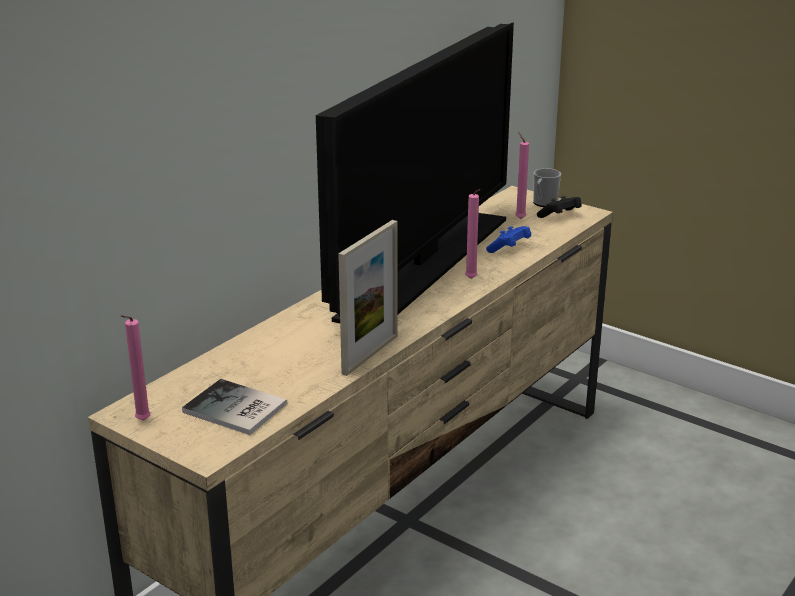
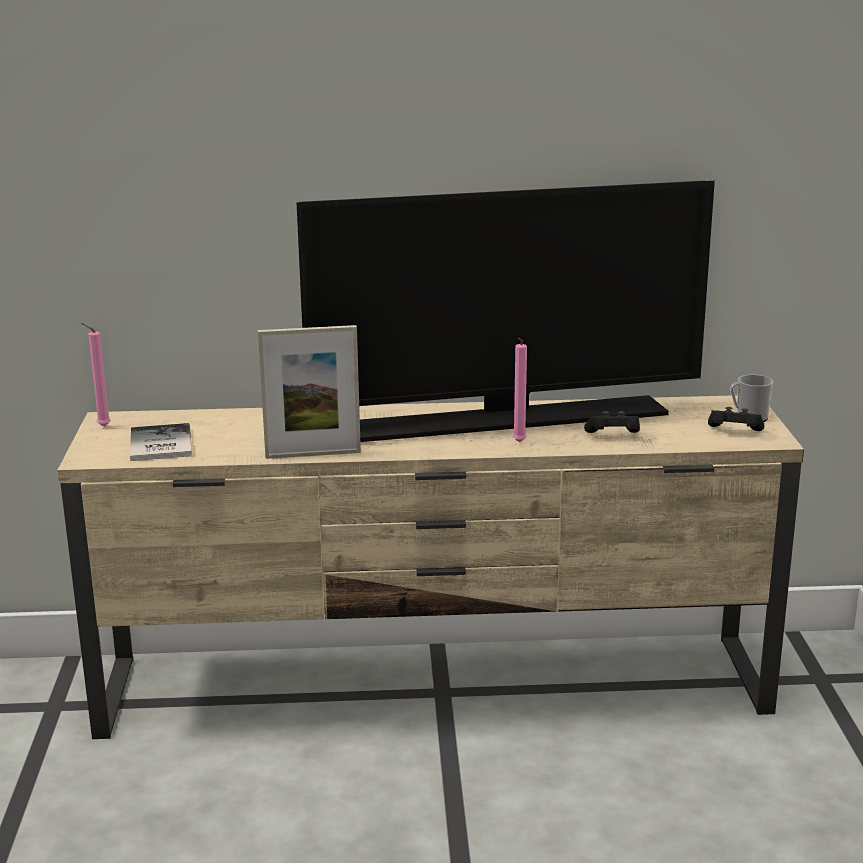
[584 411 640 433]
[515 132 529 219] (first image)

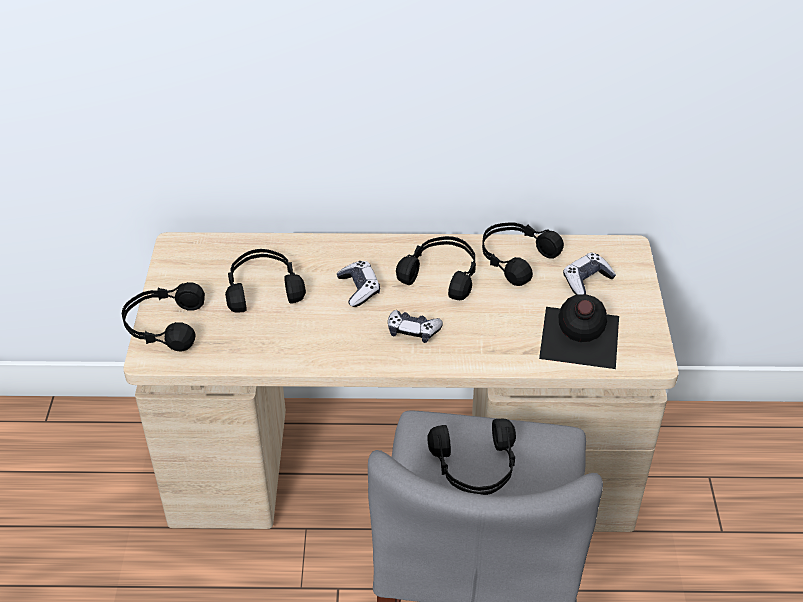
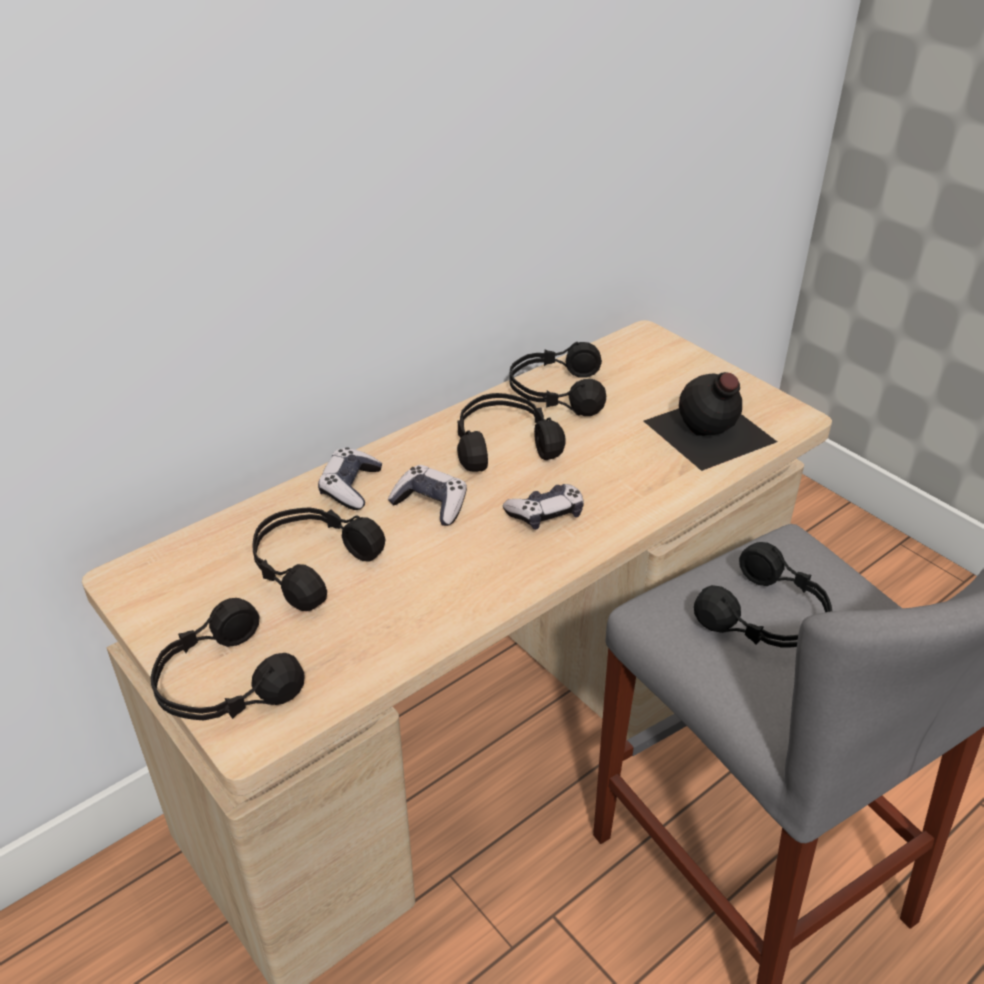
[318 447 382 510]

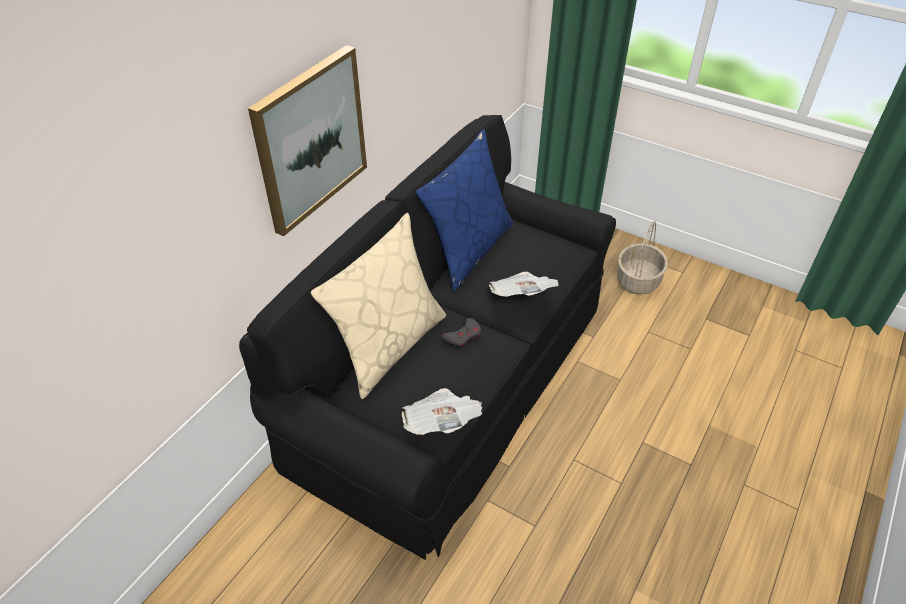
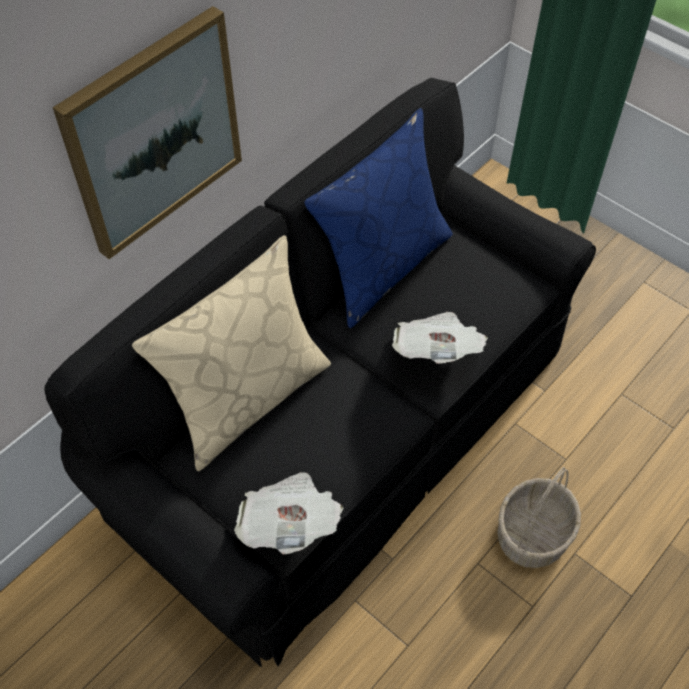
[497 467 581 568]
[440 318 481 349] (first image)

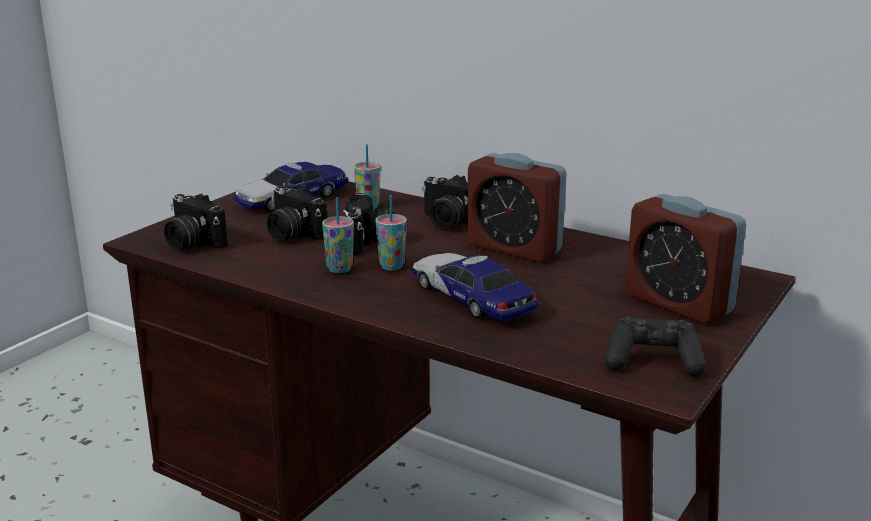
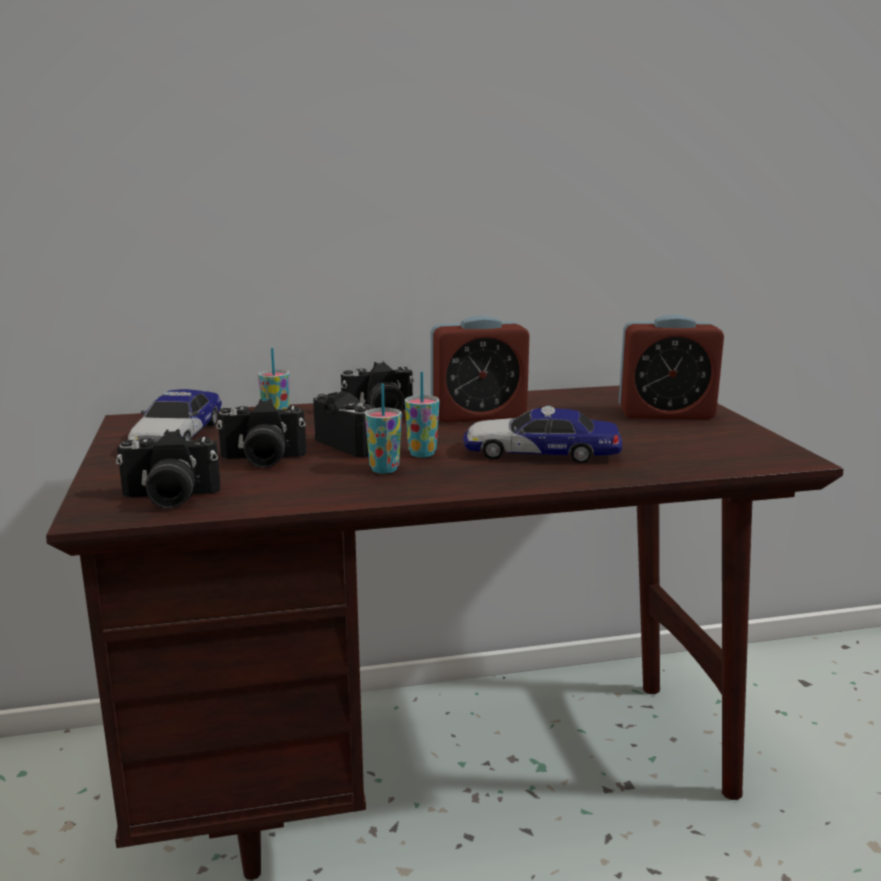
[604 316 706 377] (first image)

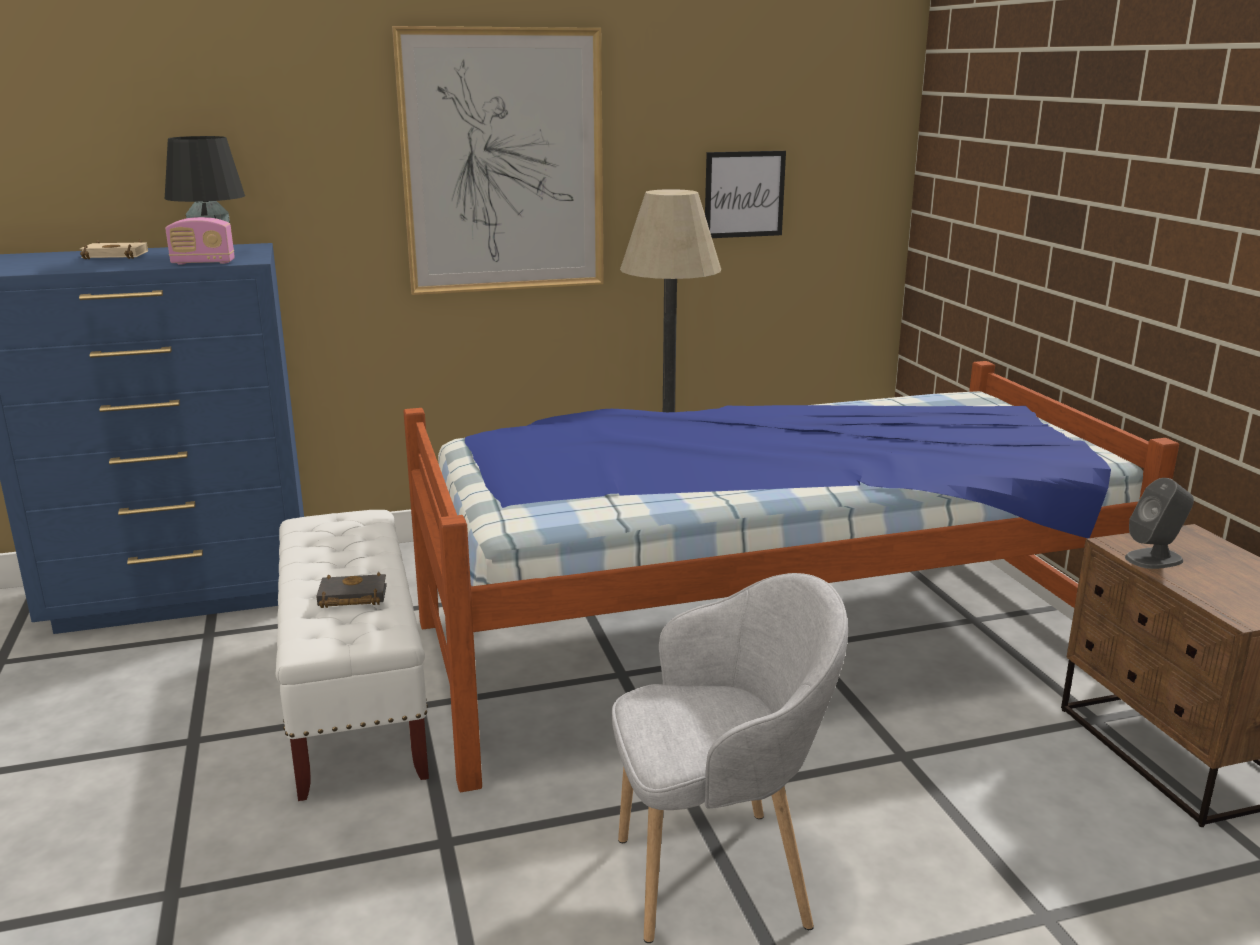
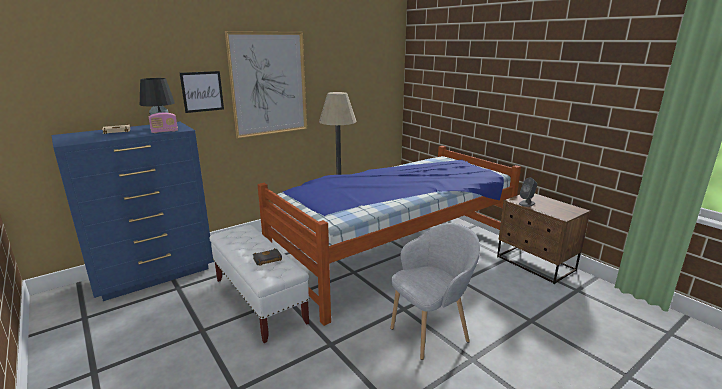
[180 71 224 113]

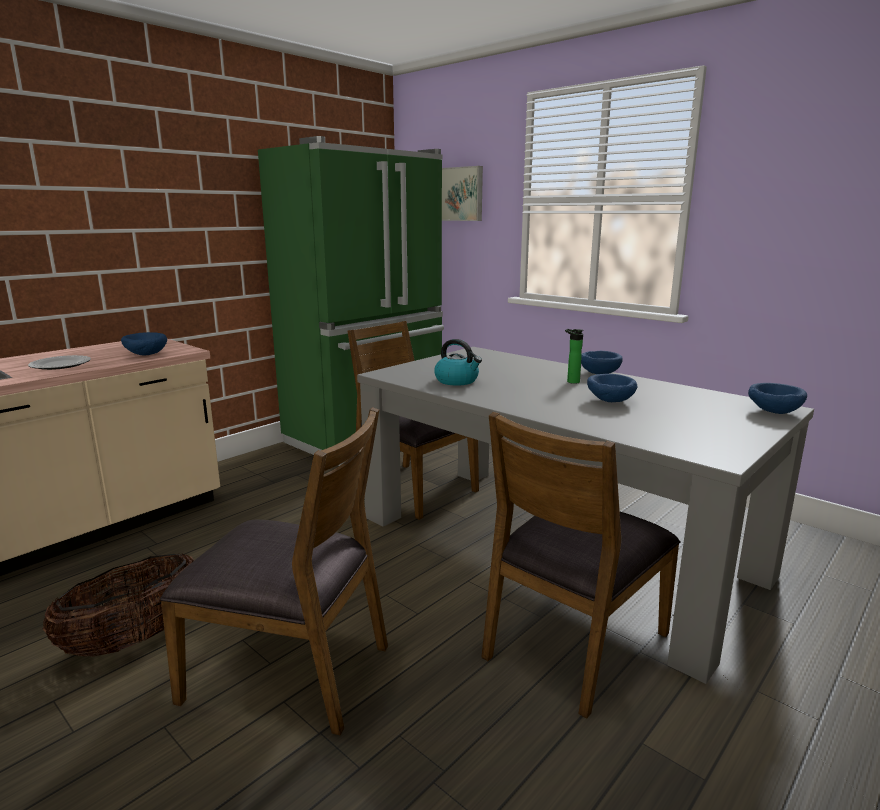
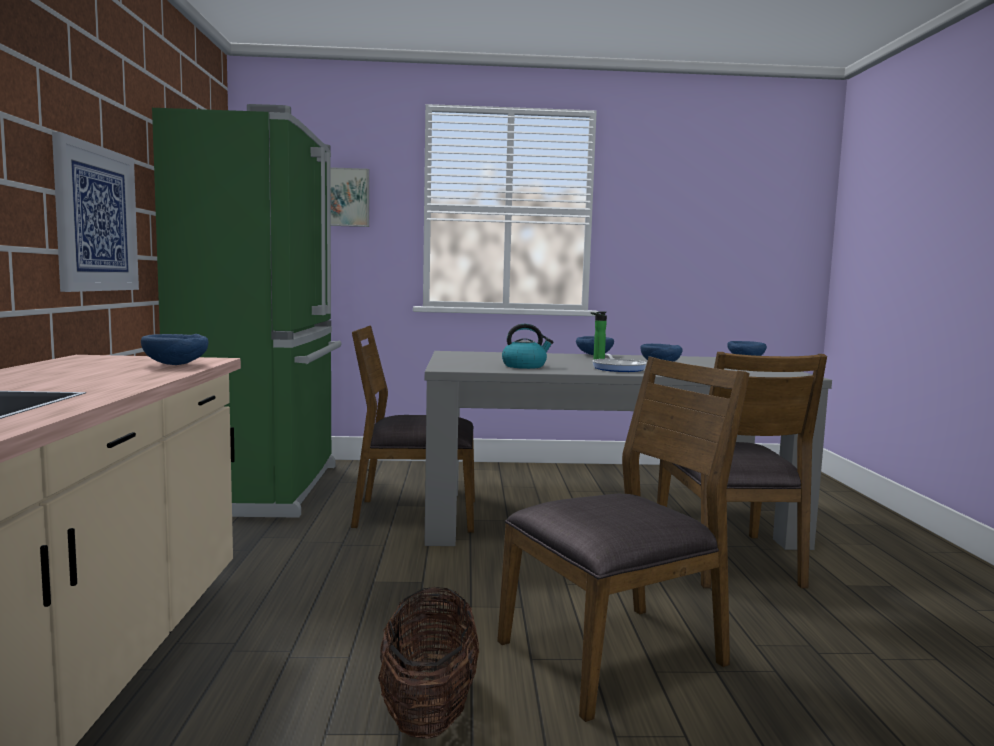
[52 132 139 292]
[592 354 647 372]
[28 355 91 370] (first image)

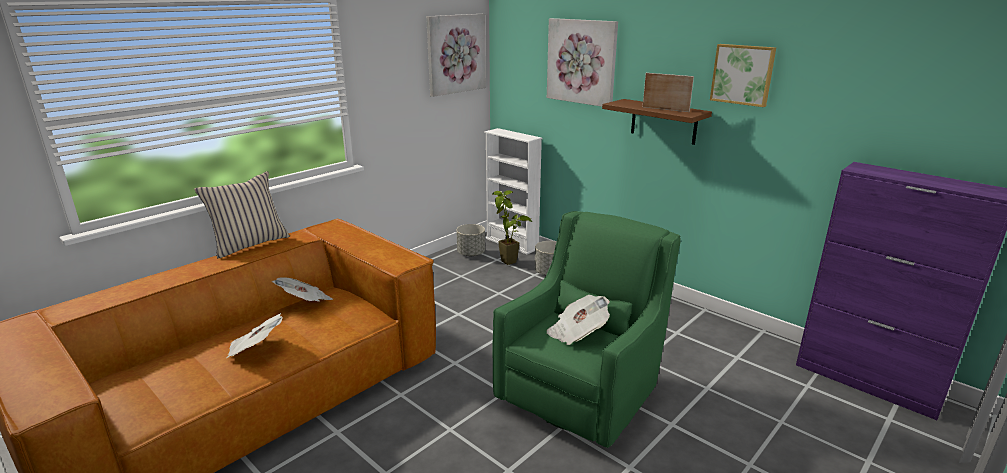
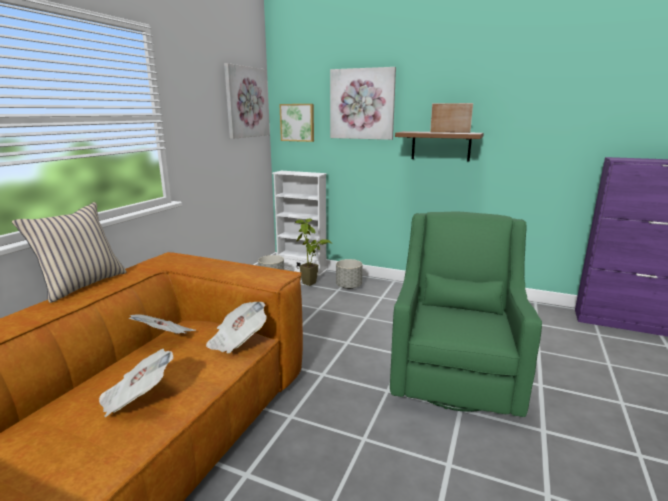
[206 302 267 354]
[279 104 314 142]

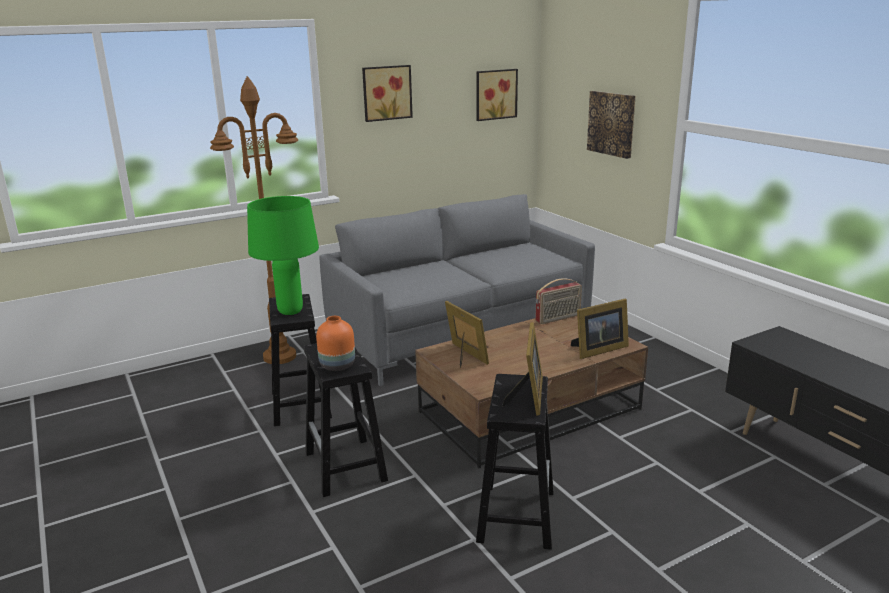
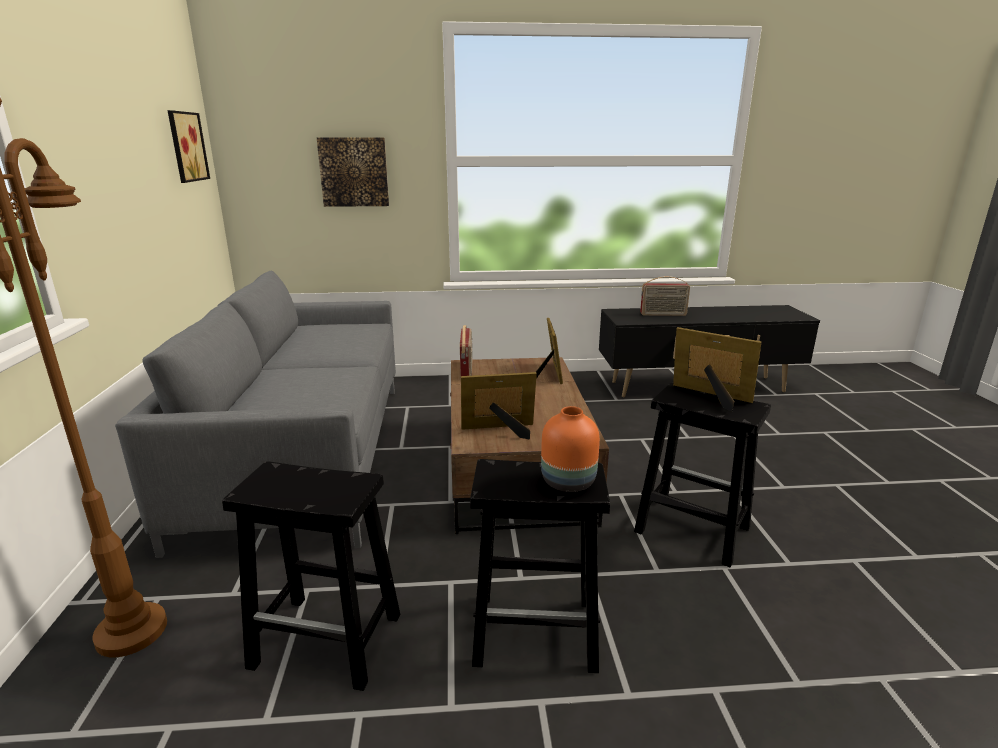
[640 276 690 316]
[247 196 319 315] (first image)
[362 65 413 122] (first image)

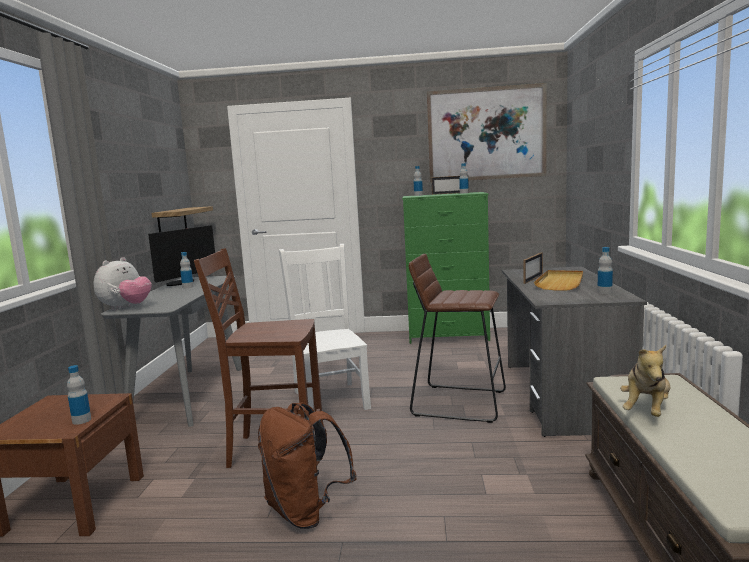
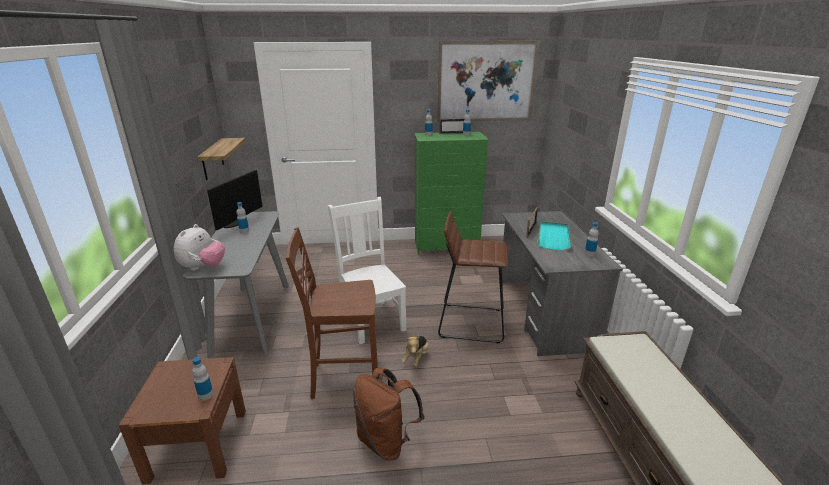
[402 336 429 367]
[537 221 572 250]

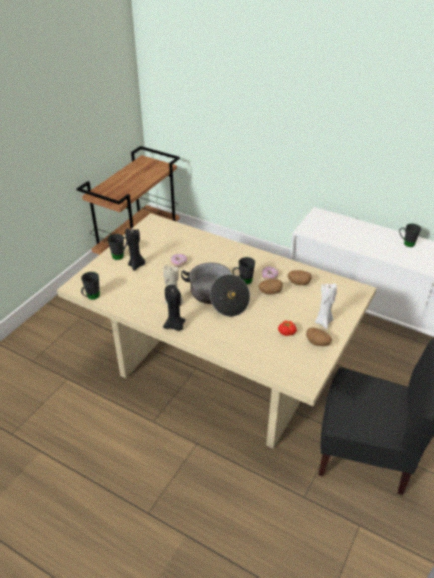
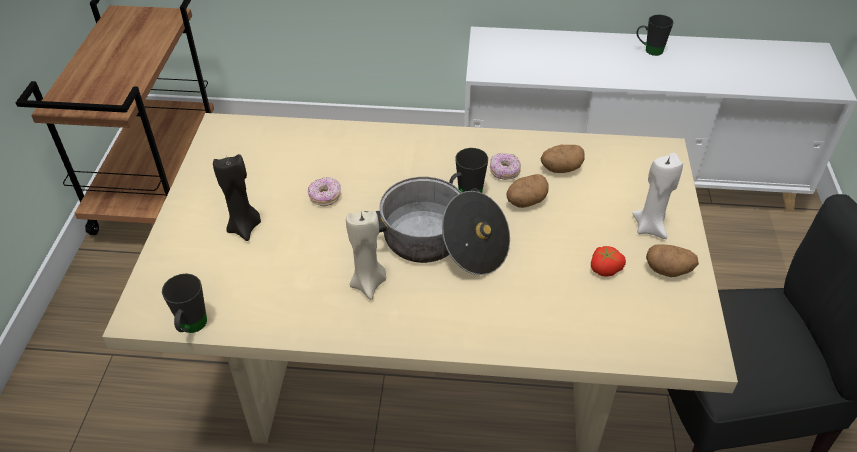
[108 234 127 260] (first image)
[163 285 185 331] (first image)

